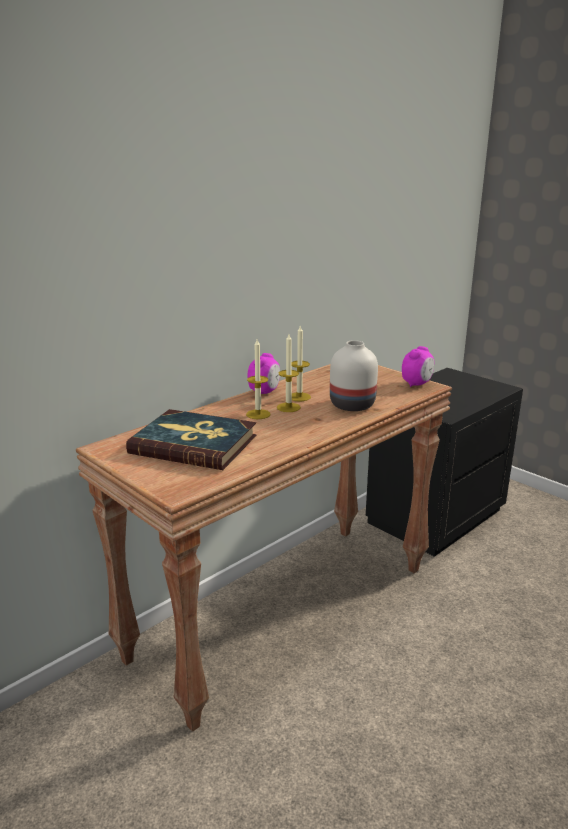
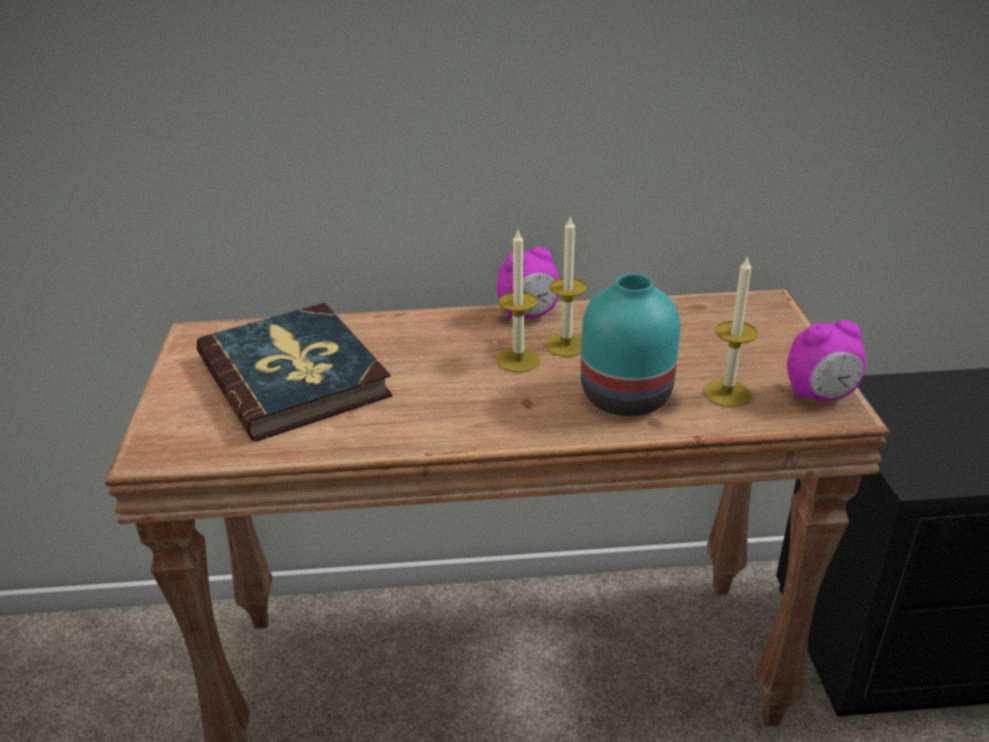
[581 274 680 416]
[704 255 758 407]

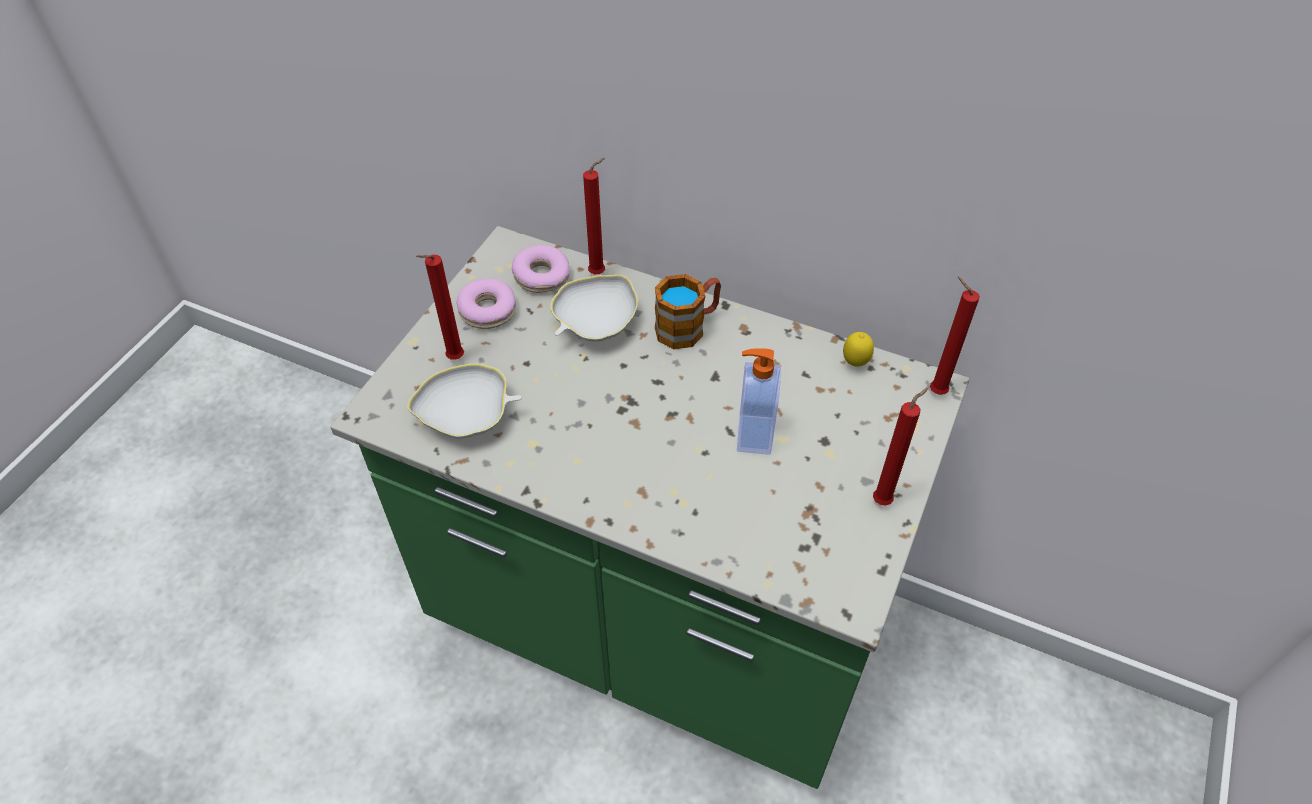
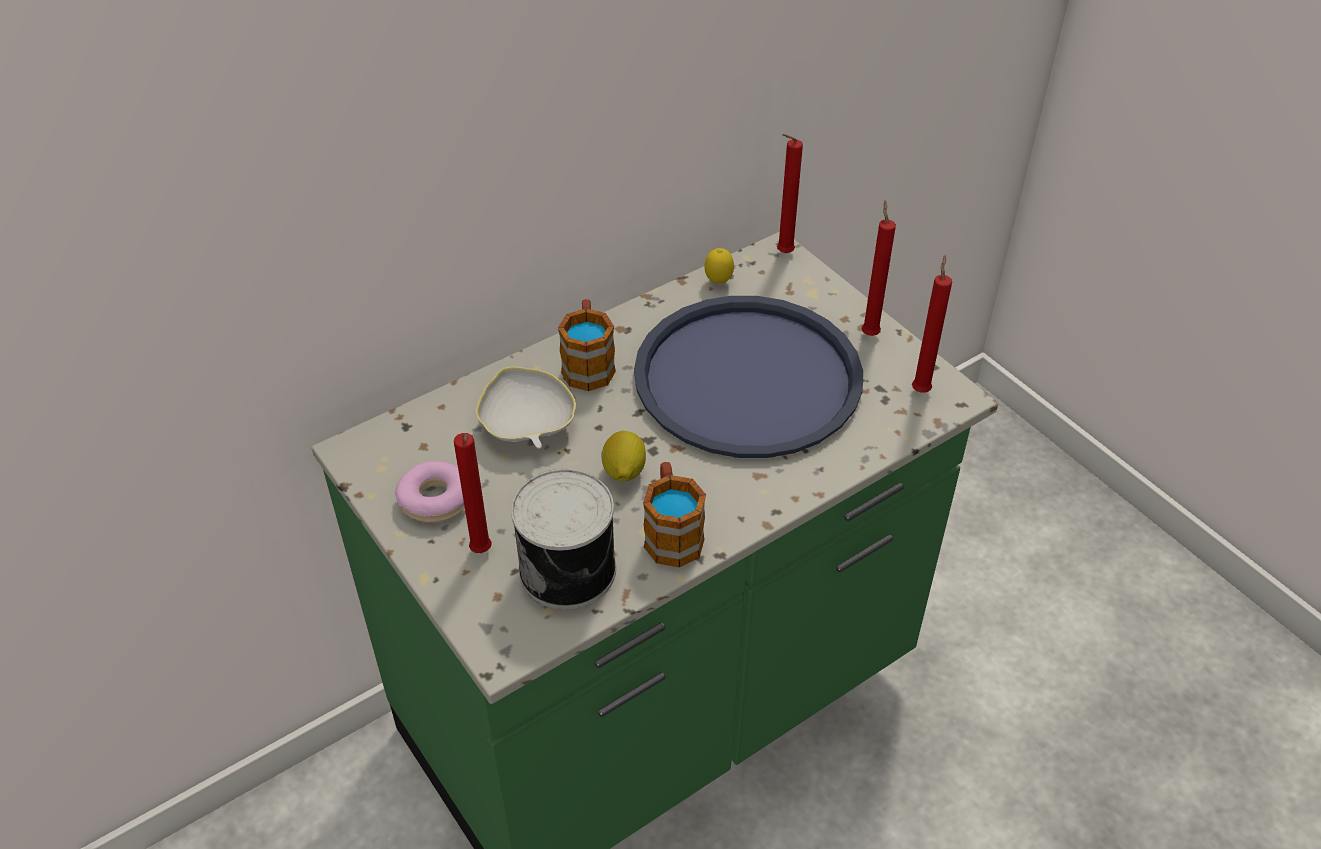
[511 469 616 610]
[601 431 646 482]
[634 296 863 458]
[643 462 706 568]
[912 255 952 393]
[512 245 570 293] (first image)

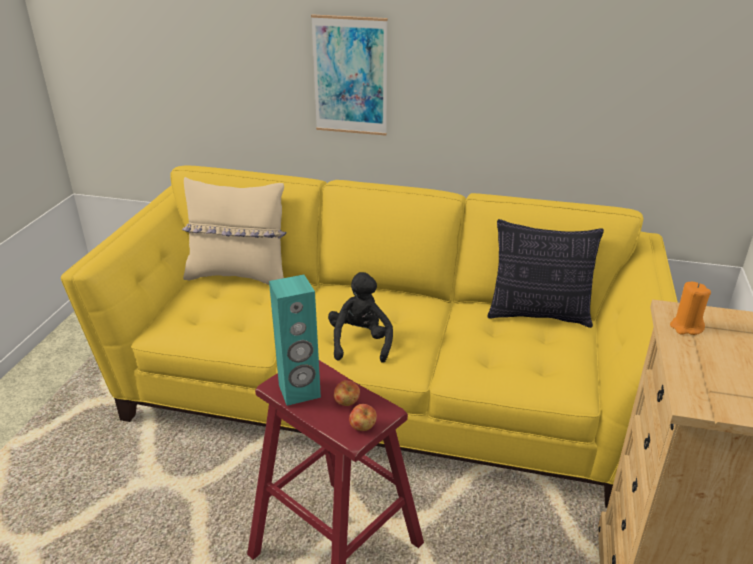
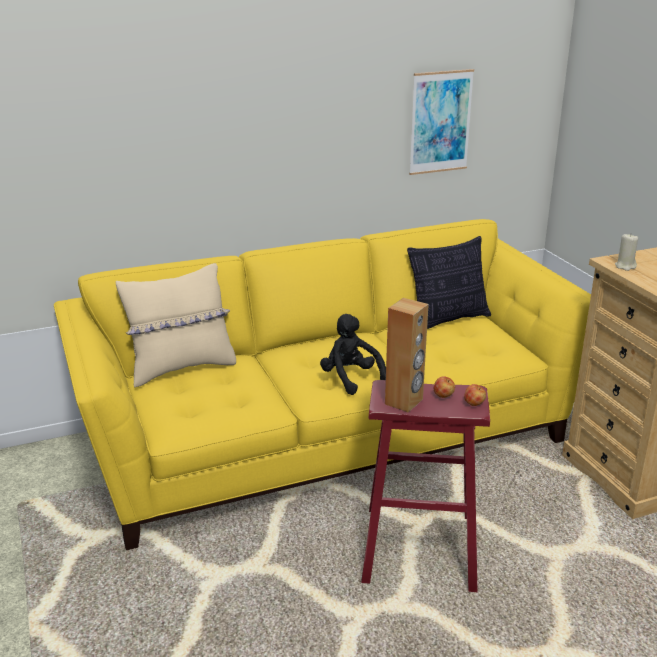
[385 298 429 412]
[409 69 474 175]
[615 233 638 271]

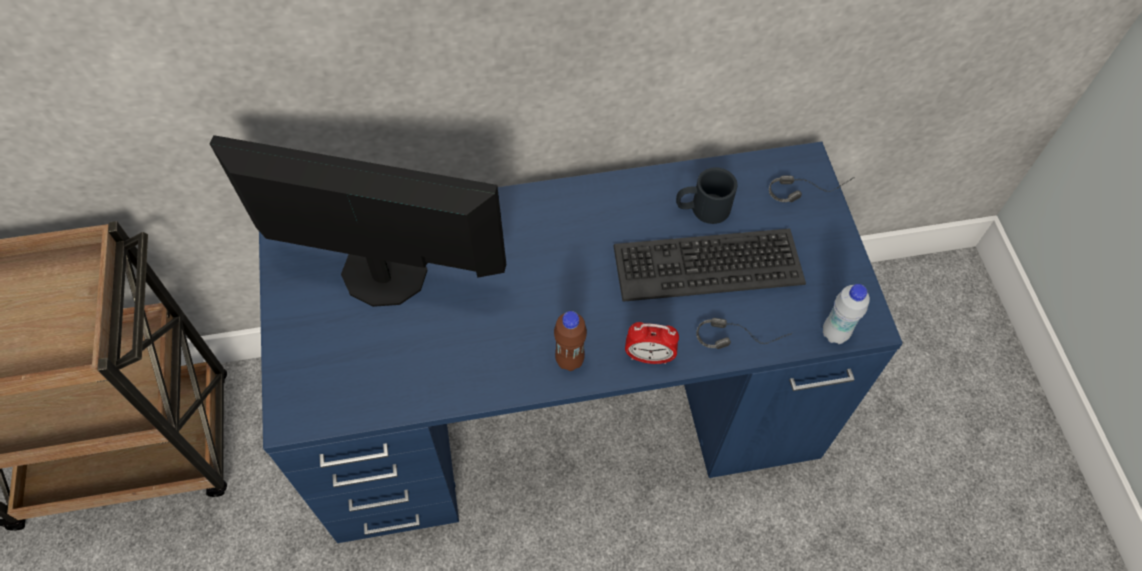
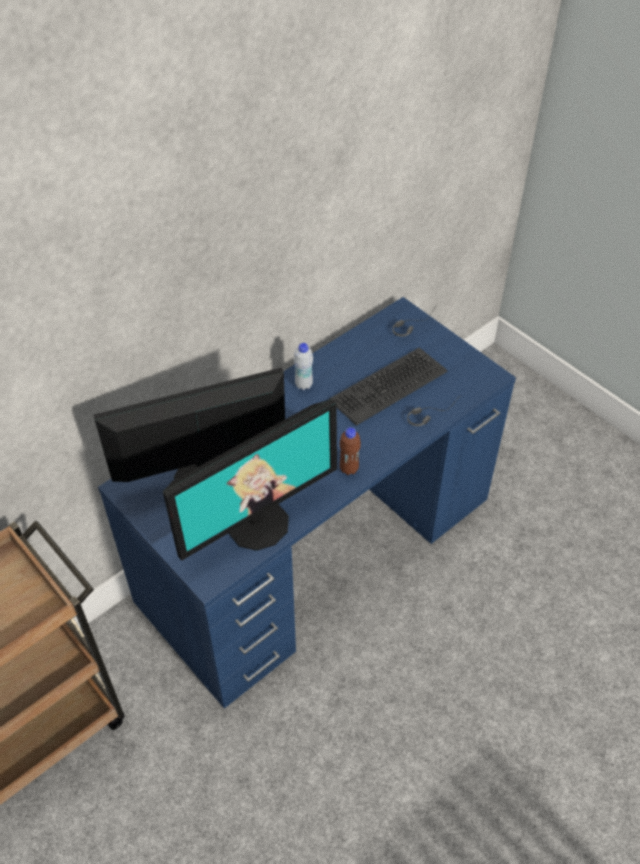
[163 399 337 561]
[294 343 313 390]
[625 322 679 364] (first image)
[676 167 738 224] (first image)

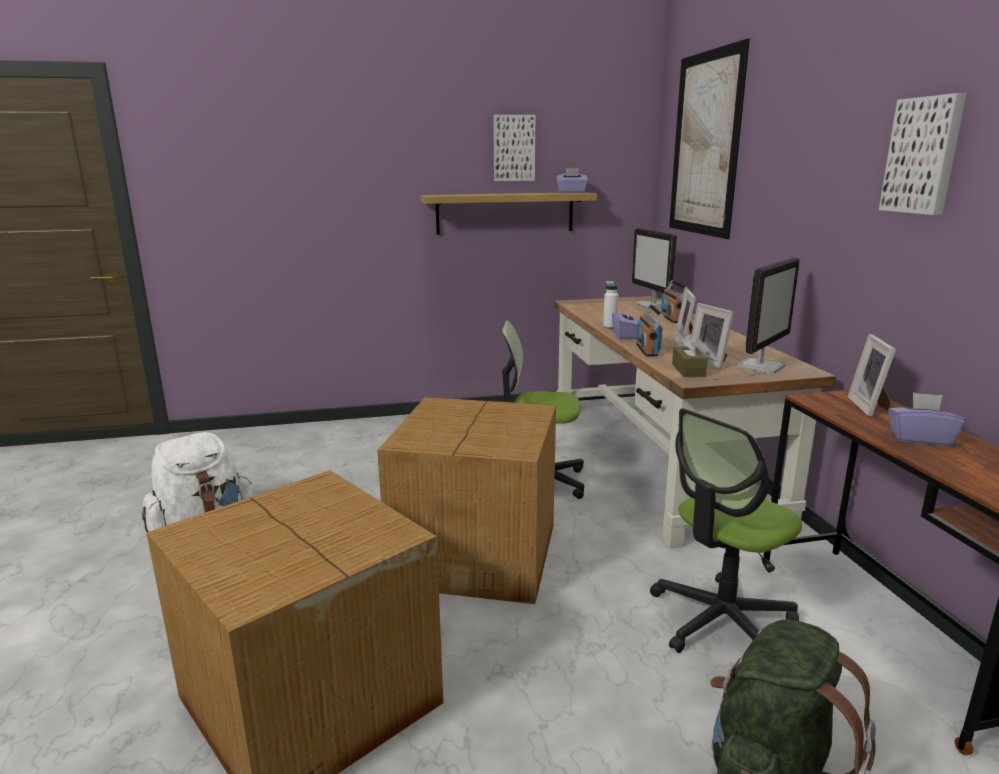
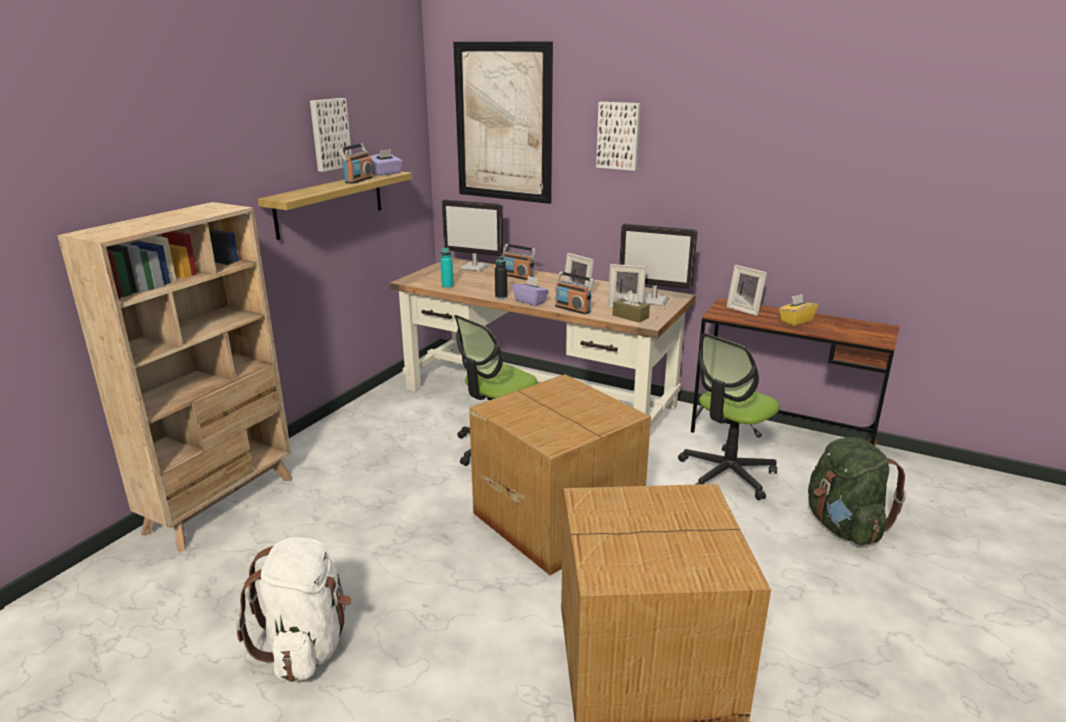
[57 202 292 552]
[339 143 373 184]
[440 247 454 288]
[495 256 507 299]
[596 102 641 171]
[620 224 698 306]
[678 333 779 500]
[779 294 818 326]

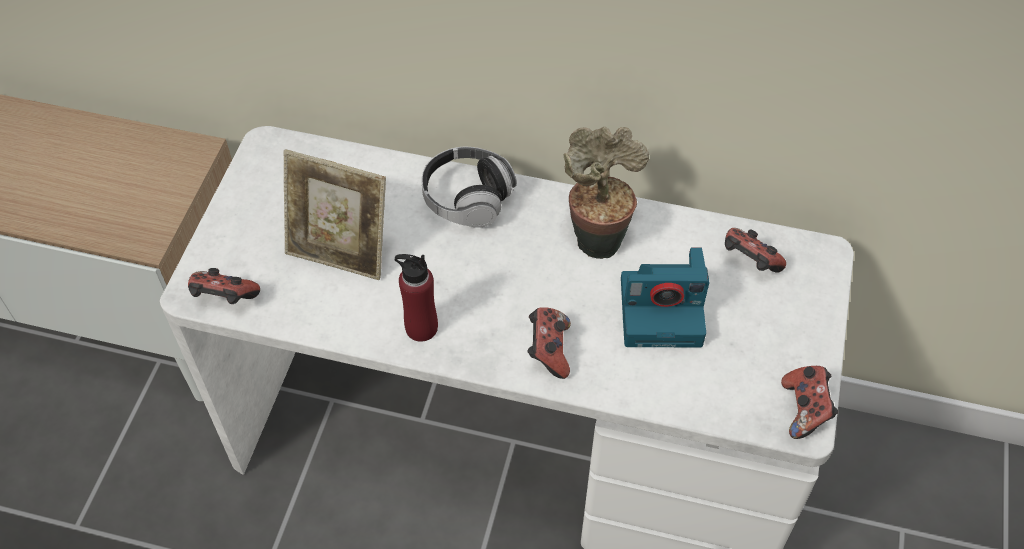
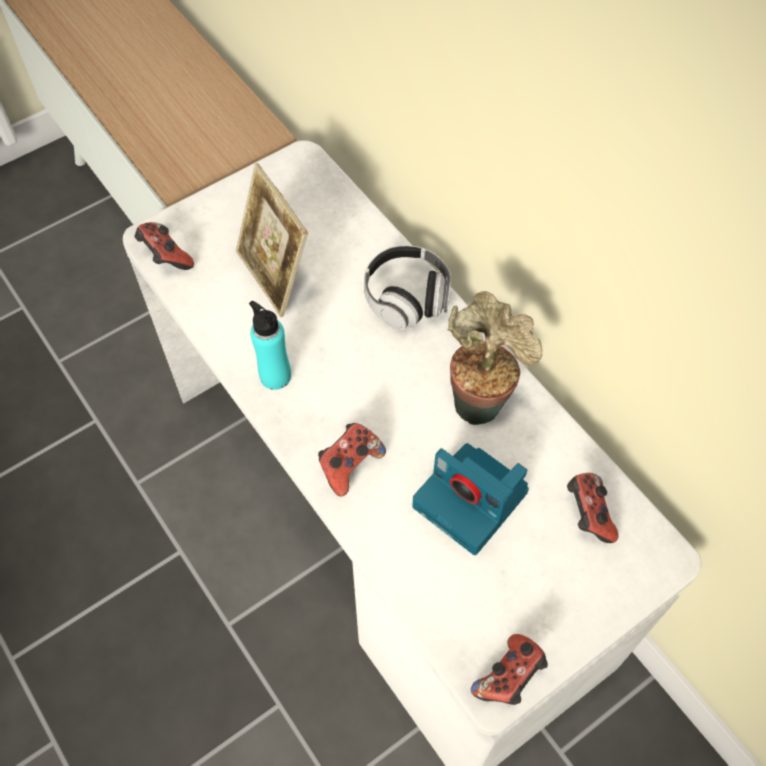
[249 301 291 390]

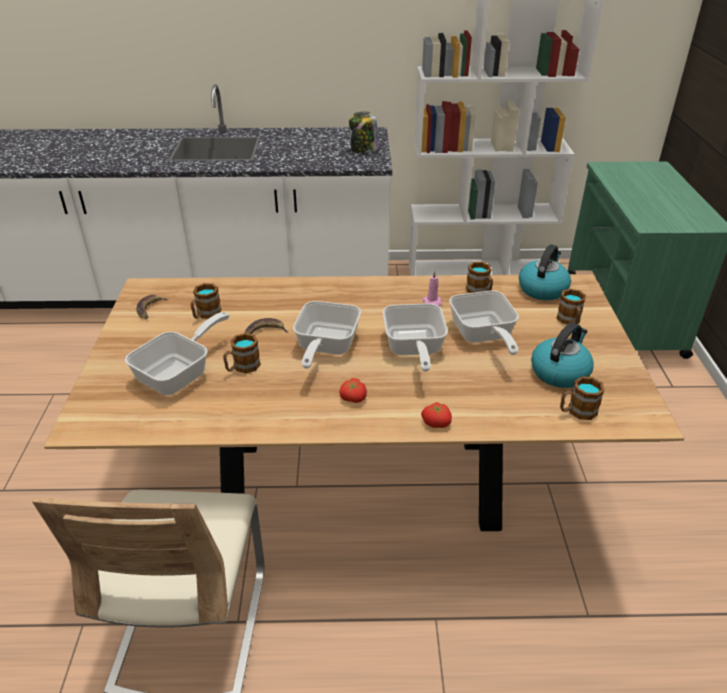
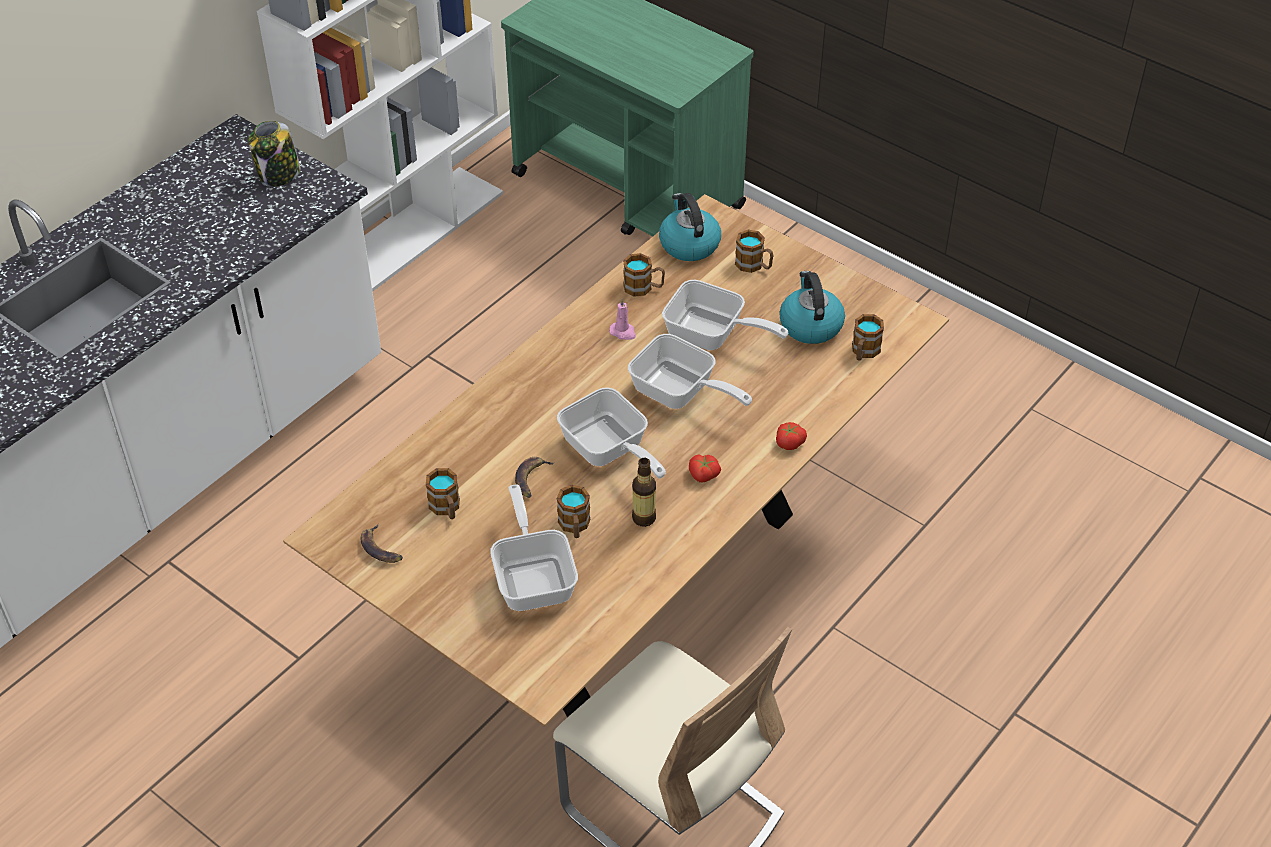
[632 458 656 527]

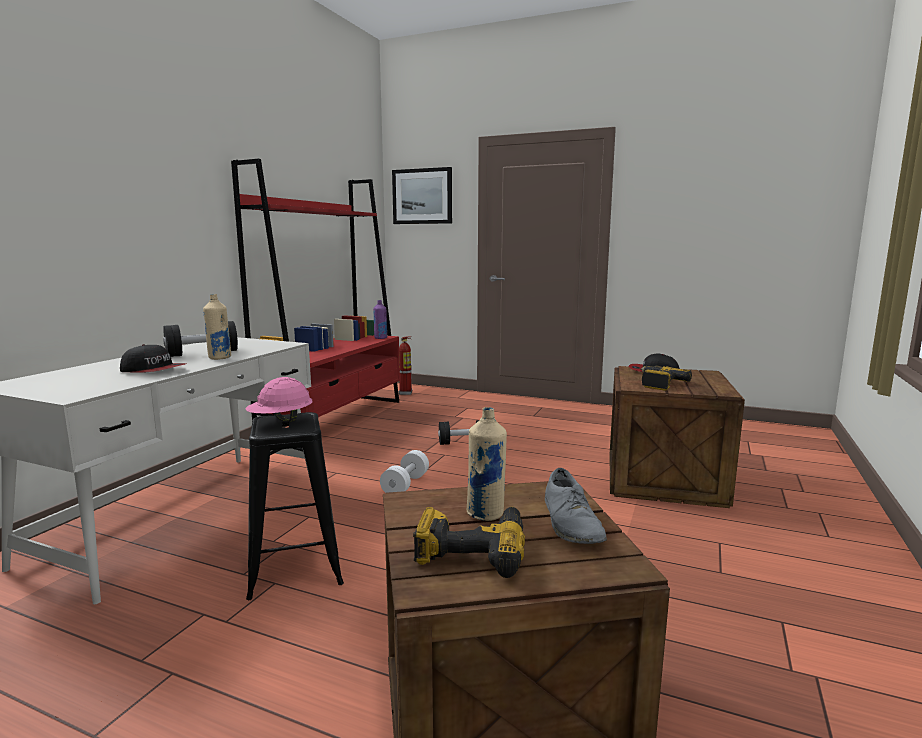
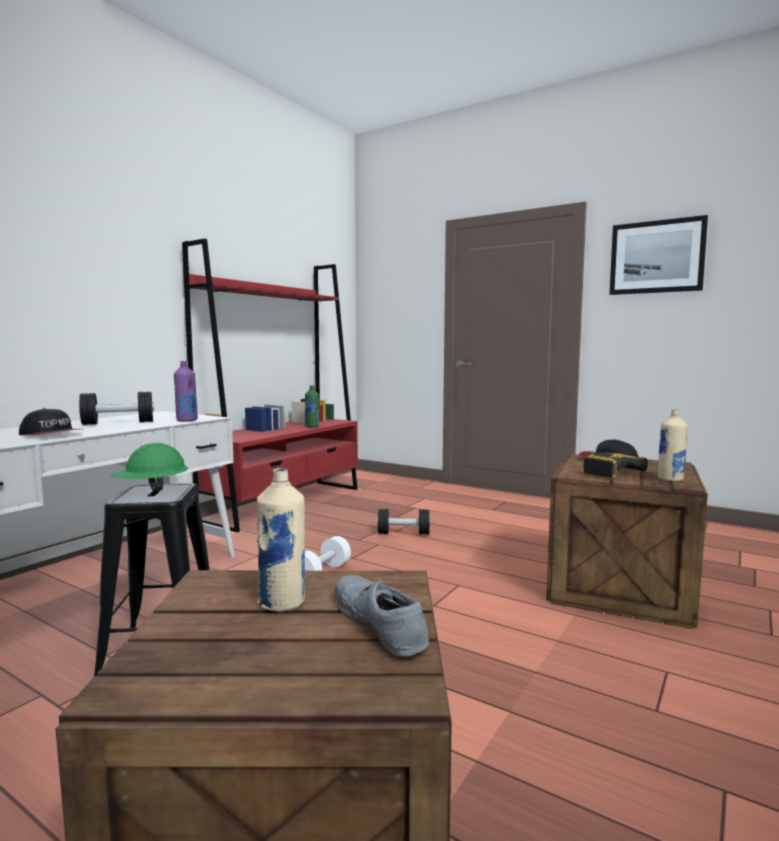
[111 443 188 491]
[174 361 198 422]
[305 385 319 428]
[334 575 429 657]
[610 215 708 295]
[658 409 688 482]
[399 336 412 395] (first image)
[413 507 525 578] (first image)

